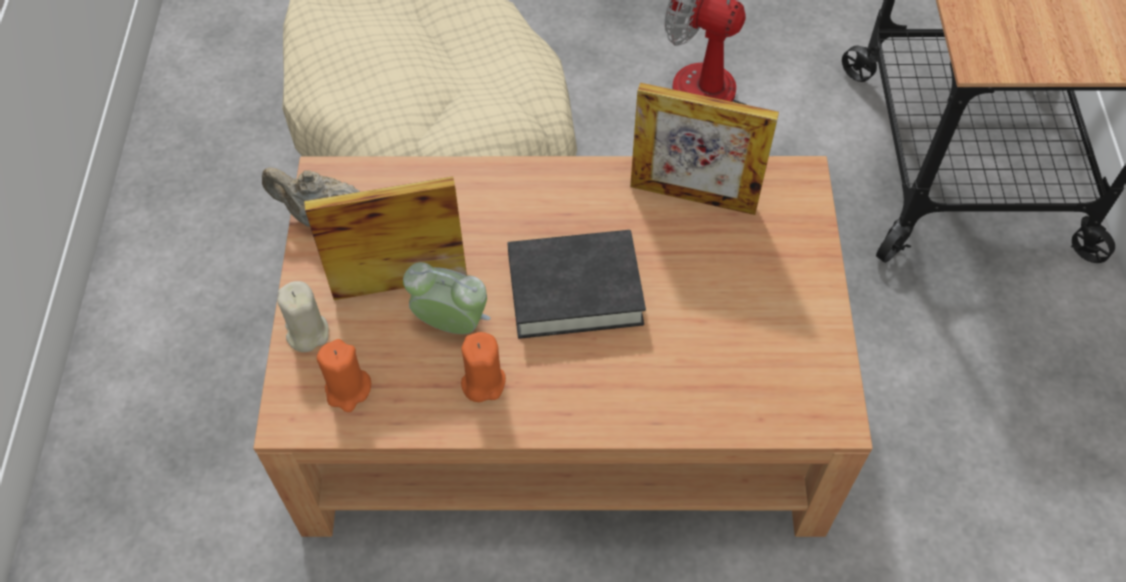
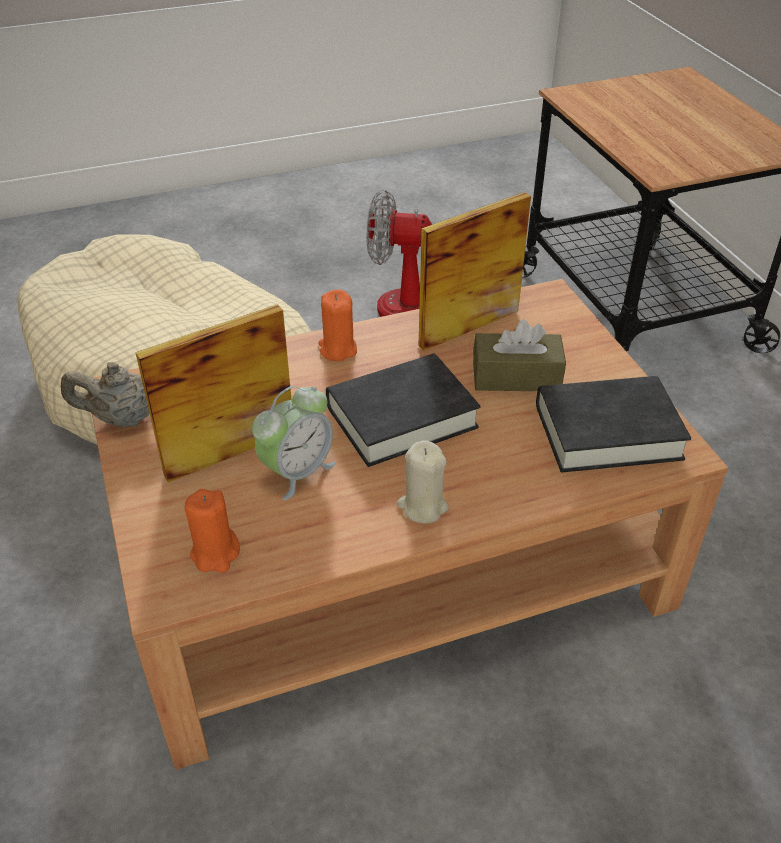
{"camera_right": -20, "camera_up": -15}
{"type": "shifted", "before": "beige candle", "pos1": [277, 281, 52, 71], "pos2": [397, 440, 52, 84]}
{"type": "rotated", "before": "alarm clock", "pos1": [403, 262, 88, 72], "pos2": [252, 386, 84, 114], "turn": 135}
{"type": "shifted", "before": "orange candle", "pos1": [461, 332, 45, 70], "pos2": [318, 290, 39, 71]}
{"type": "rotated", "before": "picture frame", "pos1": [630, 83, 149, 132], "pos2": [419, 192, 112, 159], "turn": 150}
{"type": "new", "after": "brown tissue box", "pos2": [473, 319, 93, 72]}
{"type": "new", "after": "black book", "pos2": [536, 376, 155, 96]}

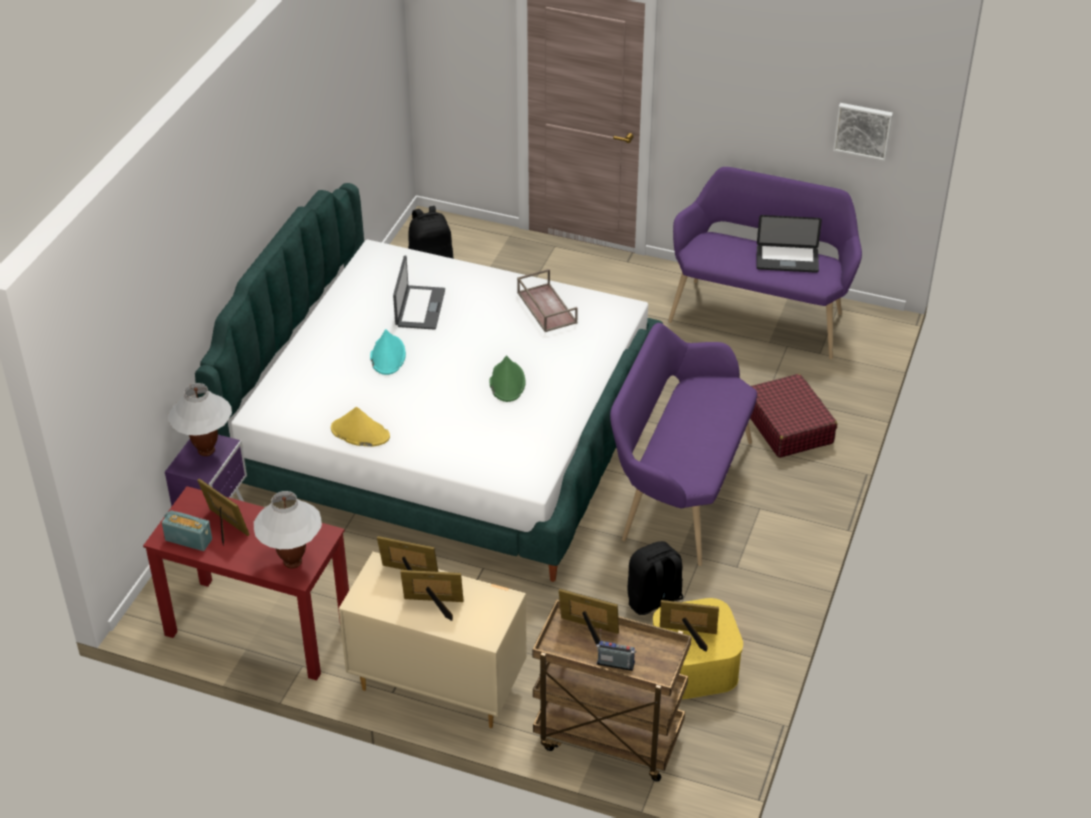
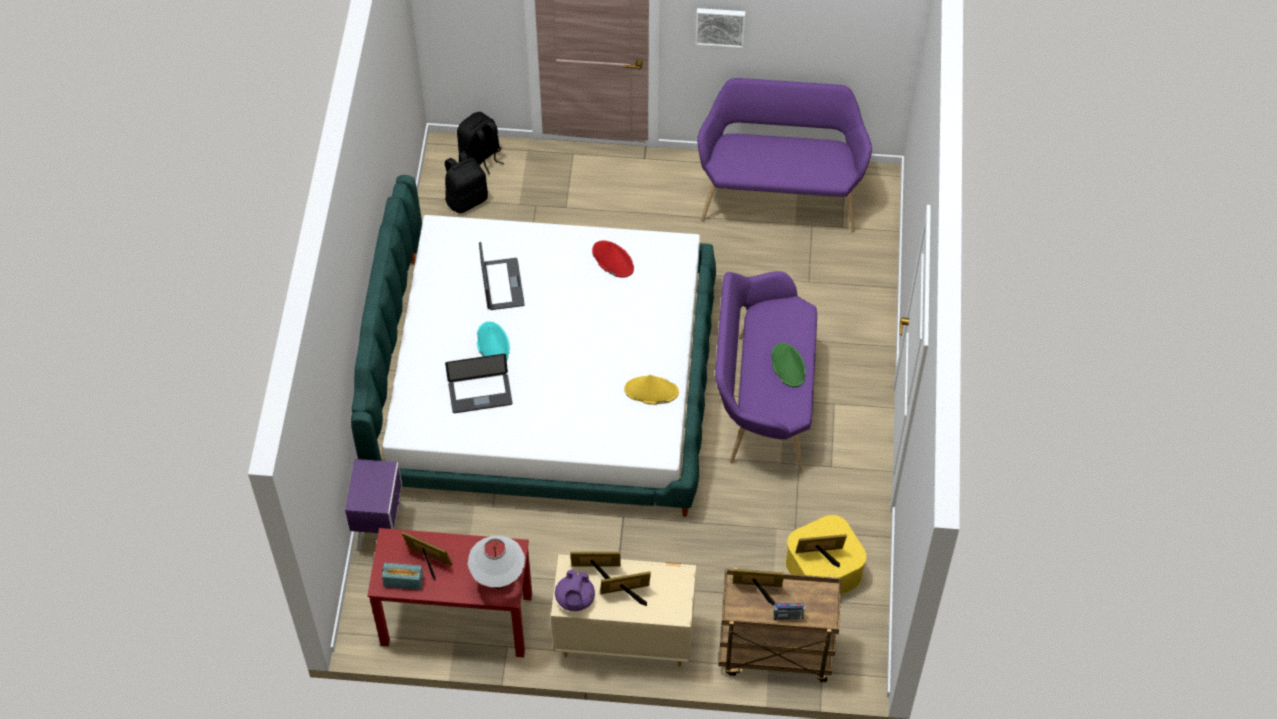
{"camera_right": -15, "camera_up": 15}
{"type": "gone", "before": "white table lamp", "pos1": [168, 383, 64, 73]}
{"type": "shifted", "before": "yellow hat", "pos1": [331, 407, 59, 40], "pos2": [624, 375, 55, 30]}
{"type": "shifted", "before": "green hat", "pos1": [490, 356, 36, 46], "pos2": [771, 343, 35, 44]}
{"type": "swapped", "before": "brown tray", "after": "red hat", "pos1": [517, 269, 61, 63], "pos2": [592, 240, 42, 37]}
{"type": "shifted", "before": "black backpack", "pos1": [627, 541, 56, 74], "pos2": [457, 112, 47, 62]}
{"type": "gone", "before": "red suitcase", "pos1": [750, 374, 87, 84]}
{"type": "shifted", "before": "laptop", "pos1": [757, 215, 65, 58], "pos2": [445, 354, 67, 59]}
{"type": "shifted", "before": "picture", "pos1": [833, 103, 60, 58], "pos2": [696, 8, 49, 40]}
{"type": "new", "after": "purple teapot", "pos2": [555, 570, 40, 41]}

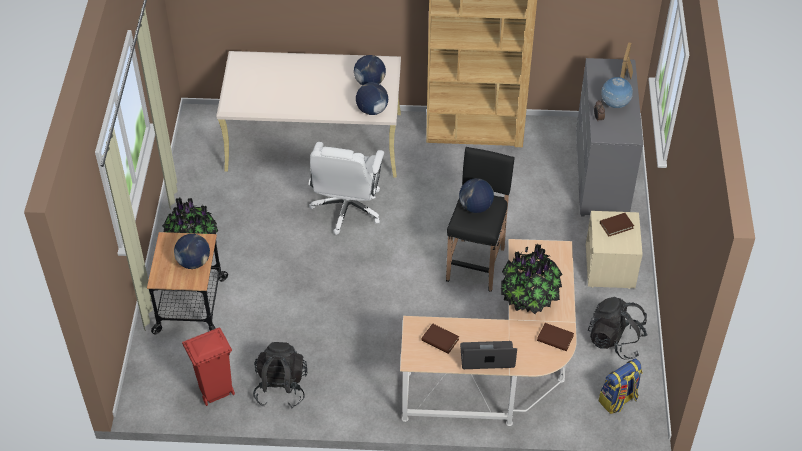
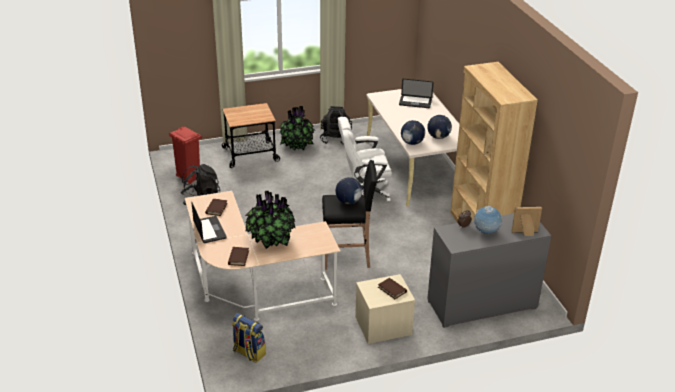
{"camera_right": 70, "camera_up": -15}
{"type": "gone", "before": "globe", "pos1": [174, 234, 36, 35]}
{"type": "shifted", "before": "black backpack", "pos1": [588, 297, 60, 63], "pos2": [320, 106, 32, 39]}
{"type": "new", "after": "laptop", "pos2": [399, 79, 35, 29]}

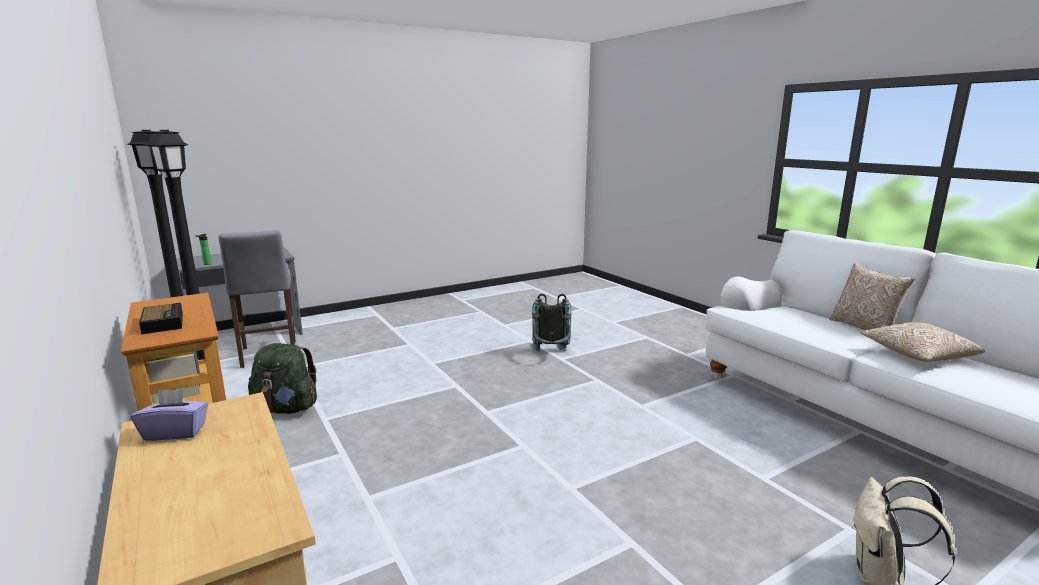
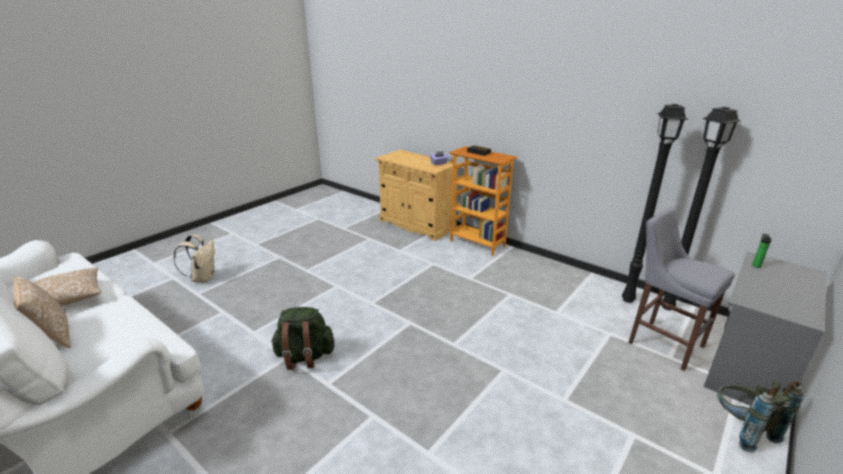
{"camera_right": 160, "camera_up": 10}
{"type": "shifted", "before": "green backpack", "pos1": [248, 343, 69, 71], "pos2": [271, 307, 64, 63]}
{"type": "shifted", "before": "grey backpack", "pos1": [530, 294, 41, 57], "pos2": [717, 380, 86, 72]}

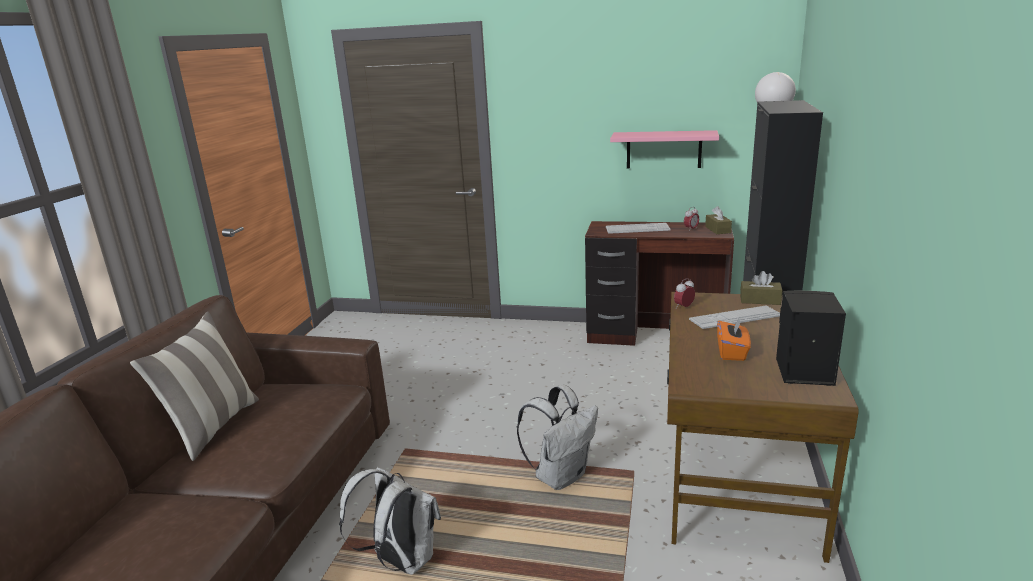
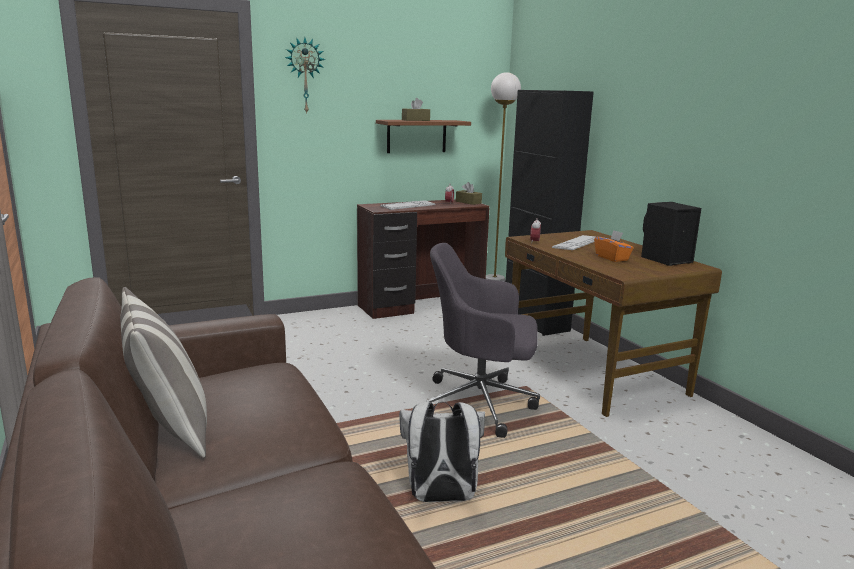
{"camera_right": -40, "camera_up": -5}
{"type": "swapped", "before": "white backpack", "after": "grey office chair", "pos1": [517, 385, 81, 105], "pos2": [426, 243, 114, 195]}
{"type": "repainted", "before": "pink shelf", "after": "brown shelf", "pos1": [610, 130, 109, 39], "pos2": [376, 120, 95, 33]}
{"type": "shifted", "before": "brown tissue box", "pos1": [740, 271, 42, 34], "pos2": [402, 98, 28, 23]}
{"type": "new", "after": "wall clock", "pos2": [285, 37, 40, 77]}

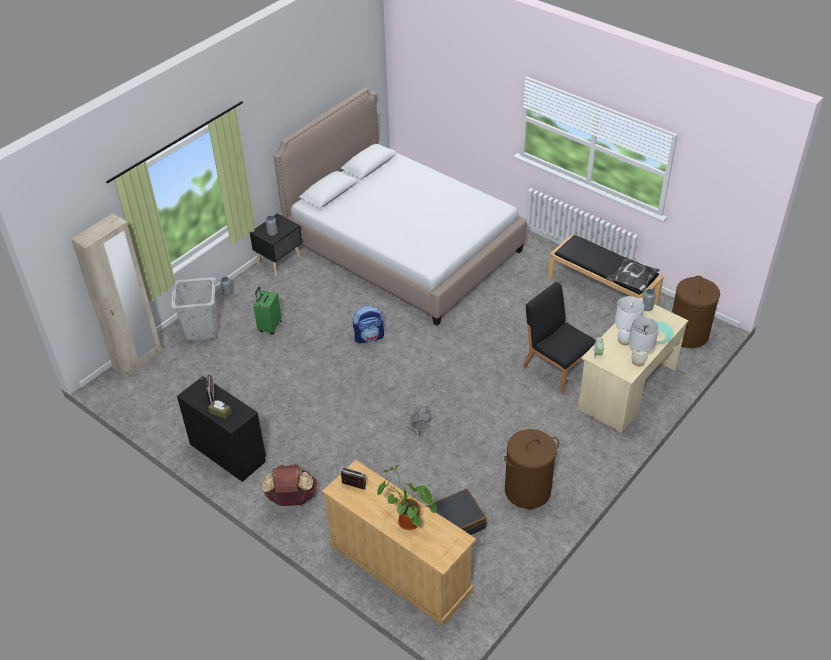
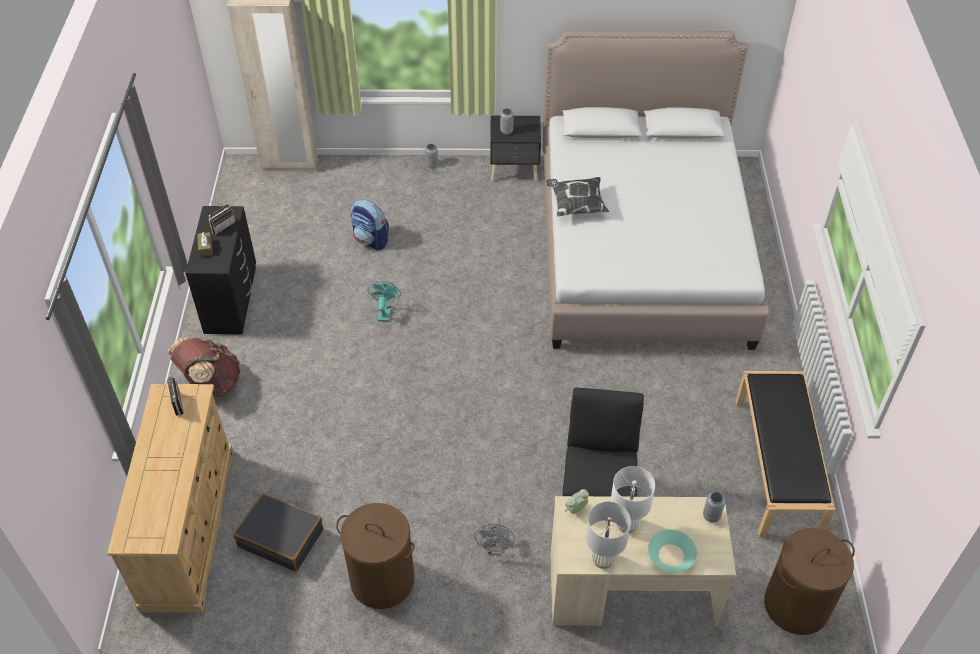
{"camera_right": 50, "camera_up": 5}
{"type": "gone", "before": "grey laundry basket", "pos1": [171, 277, 47, 64]}
{"type": "gone", "before": "green suitcase", "pos1": [253, 287, 29, 48]}
{"type": "shifted", "before": "backpack", "pos1": [353, 305, 31, 38], "pos2": [351, 200, 38, 50]}
{"type": "gone", "before": "potted plant", "pos1": [377, 465, 60, 65]}
{"type": "shifted", "before": "grey fan", "pos1": [407, 406, 24, 30], "pos2": [475, 516, 40, 40]}
{"type": "shifted", "before": "pillow", "pos1": [606, 257, 54, 35], "pos2": [546, 177, 63, 40]}
{"type": "new", "after": "turquoise fan", "pos2": [368, 281, 33, 41]}

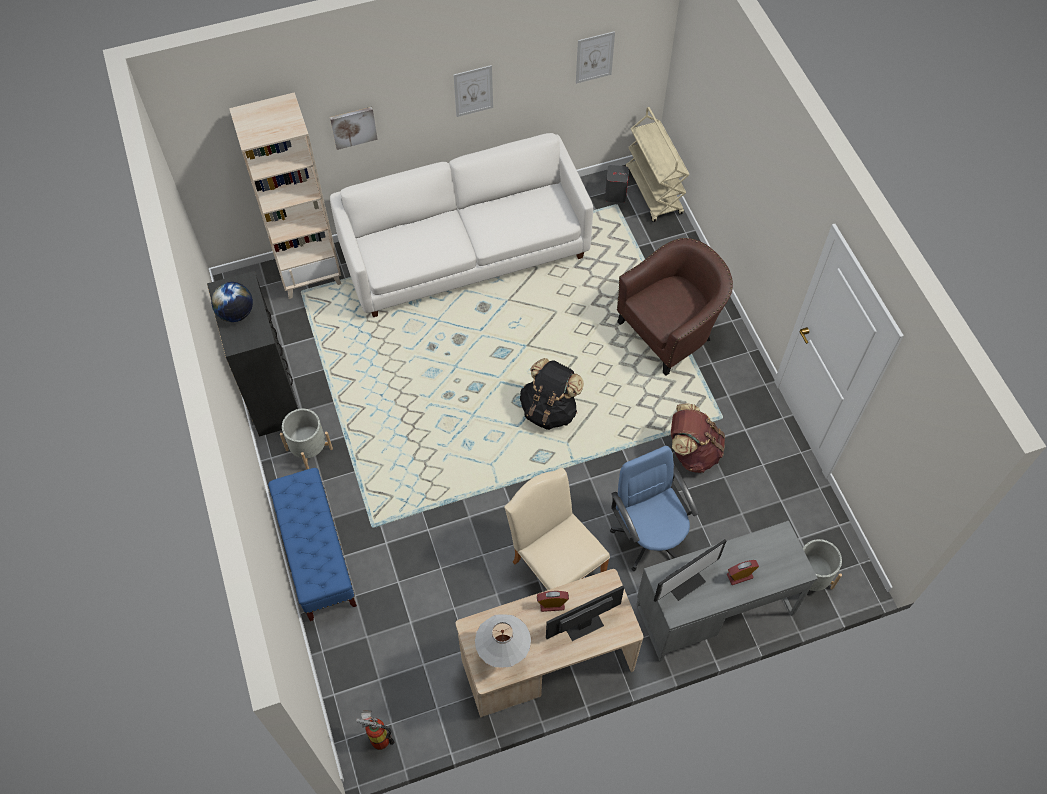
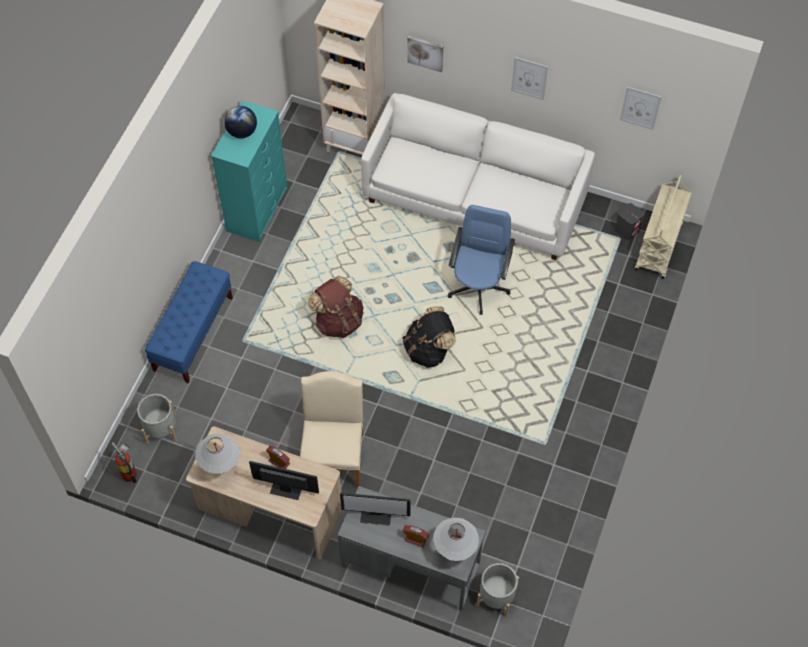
{"camera_right": 40, "camera_up": 0}
{"type": "repainted", "before": "black dresser", "after": "turquoise dresser", "pos1": [207, 271, 91, 166], "pos2": [211, 100, 77, 142]}
{"type": "shifted", "before": "grey planter", "pos1": [280, 409, 53, 61], "pos2": [137, 394, 40, 50]}
{"type": "shifted", "before": "blue office chair", "pos1": [610, 446, 89, 125], "pos2": [448, 205, 67, 110]}
{"type": "gone", "before": "brown armchair", "pos1": [617, 238, 116, 138]}
{"type": "shifted", "before": "brown backpack", "pos1": [671, 403, 54, 70], "pos2": [308, 276, 56, 62]}
{"type": "new", "after": "white table lamp", "pos2": [433, 517, 46, 44]}

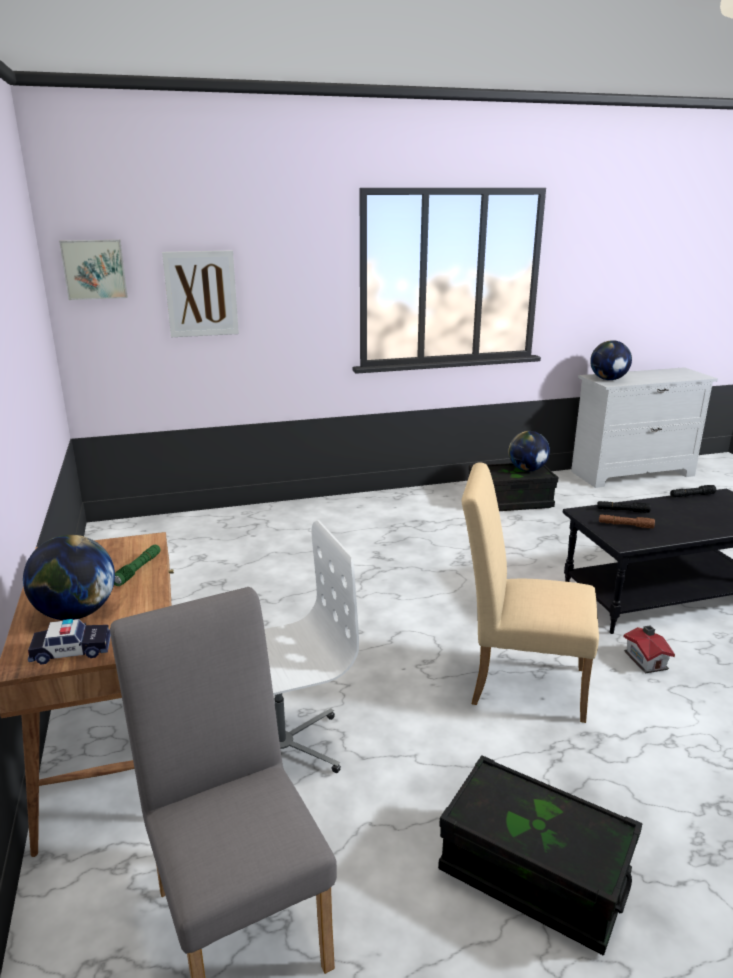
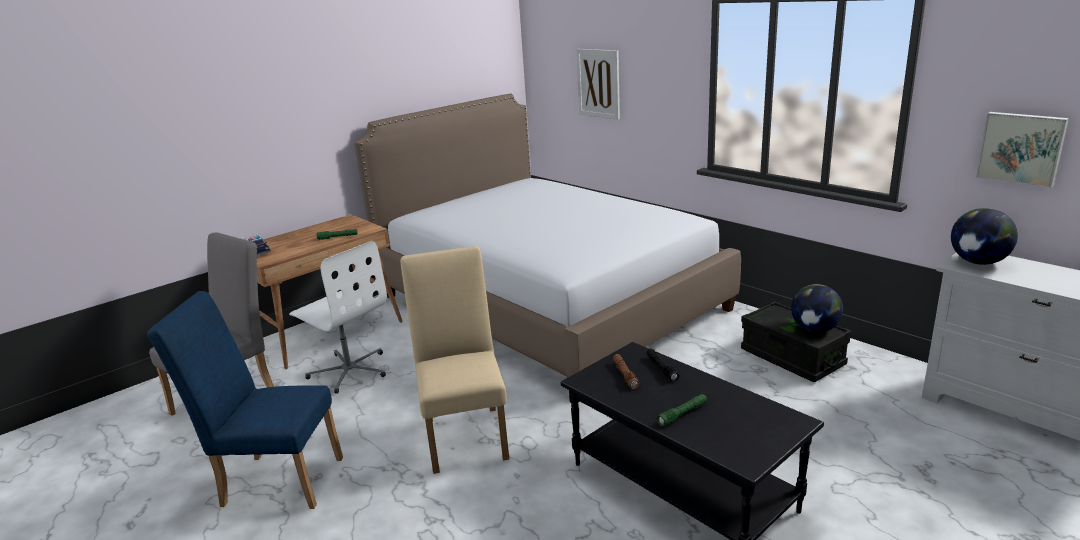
{"camera_right": 65, "camera_up": 0}
{"type": "gone", "before": "globe", "pos1": [23, 535, 92, 85]}
{"type": "shifted", "before": "picture", "pos1": [59, 240, 69, 60], "pos2": [976, 112, 93, 76]}
{"type": "swapped", "before": "black storage box", "after": "blue chair", "pos1": [438, 755, 204, 200], "pos2": [147, 291, 196, 218]}
{"type": "gone", "before": "toy house", "pos1": [623, 625, 52, 49]}
{"type": "gone", "before": "black flashlight", "pos1": [670, 485, 46, 12]}
{"type": "new", "after": "bed", "pos2": [354, 93, 387, 285]}
{"type": "new", "after": "green flashlight", "pos2": [657, 394, 50, 32]}

